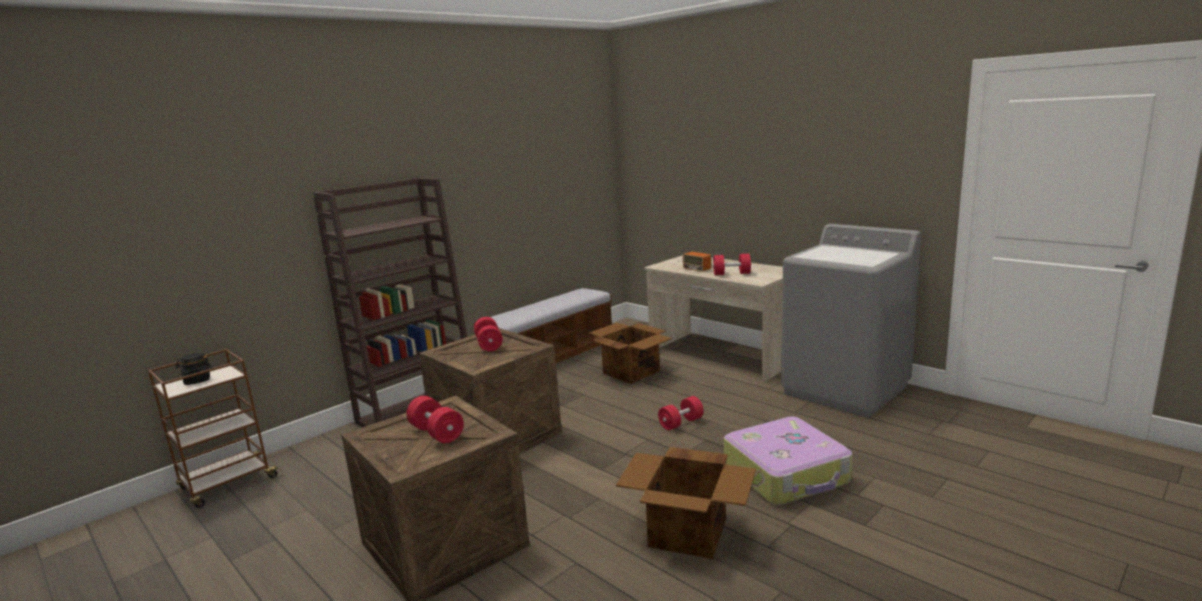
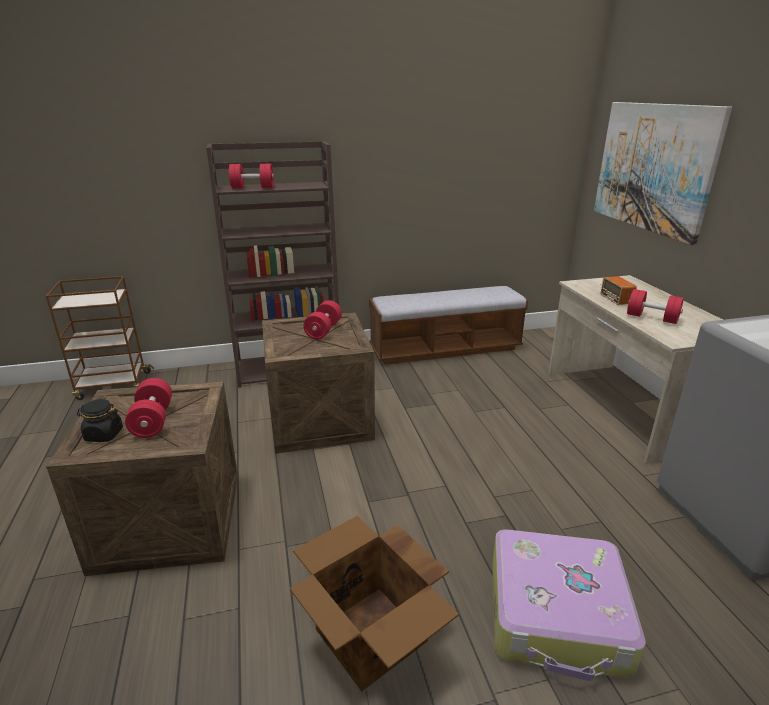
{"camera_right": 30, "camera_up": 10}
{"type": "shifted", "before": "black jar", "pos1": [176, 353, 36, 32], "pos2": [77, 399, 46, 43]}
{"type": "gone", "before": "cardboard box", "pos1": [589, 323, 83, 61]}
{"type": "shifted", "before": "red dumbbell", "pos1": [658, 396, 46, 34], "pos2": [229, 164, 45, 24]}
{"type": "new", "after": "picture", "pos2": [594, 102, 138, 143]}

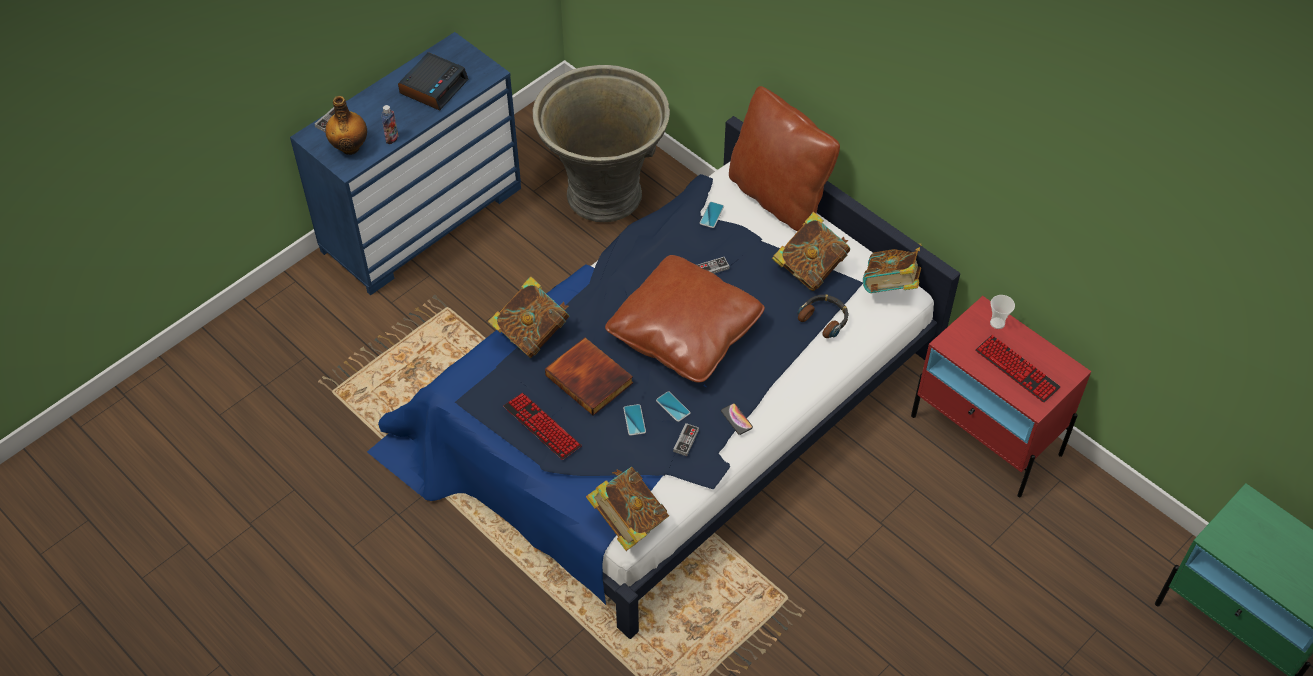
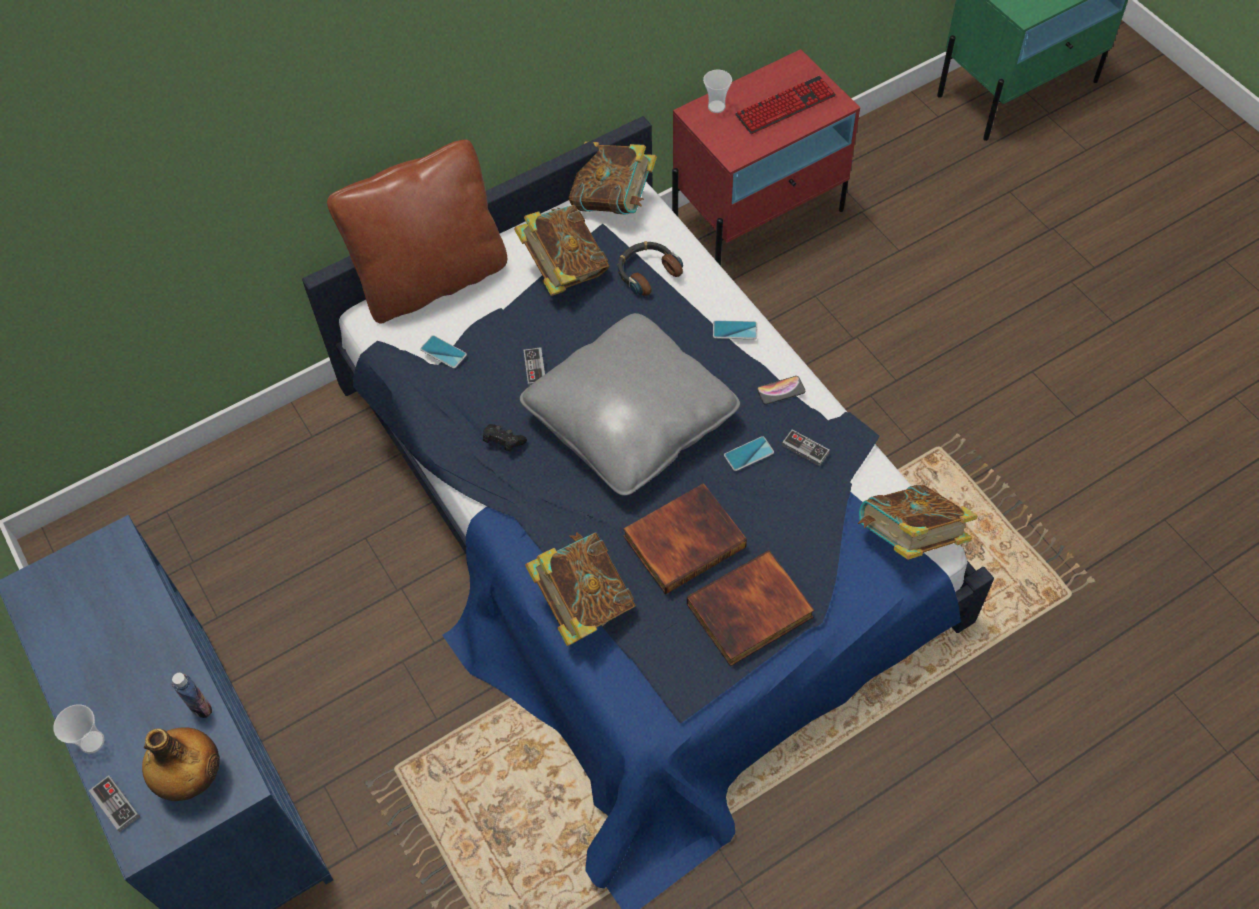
{"camera_right": -75, "camera_up": 5}
{"type": "gone", "before": "alarm clock", "pos1": [398, 52, 71, 59]}
{"type": "swapped", "before": "keyboard", "after": "book", "pos1": [503, 393, 79, 67], "pos2": [687, 550, 127, 116]}
{"type": "gone", "before": "grey planter", "pos1": [533, 65, 137, 157]}
{"type": "repainted", "before": "brown pillow", "after": "grey pillow", "pos1": [605, 255, 160, 128], "pos2": [520, 313, 220, 182]}
{"type": "shifted", "before": "phone", "pos1": [623, 404, 23, 32], "pos2": [713, 320, 44, 19]}
{"type": "new", "after": "cup", "pos2": [53, 704, 51, 50]}
{"type": "new", "after": "black game controller", "pos2": [483, 424, 44, 27]}

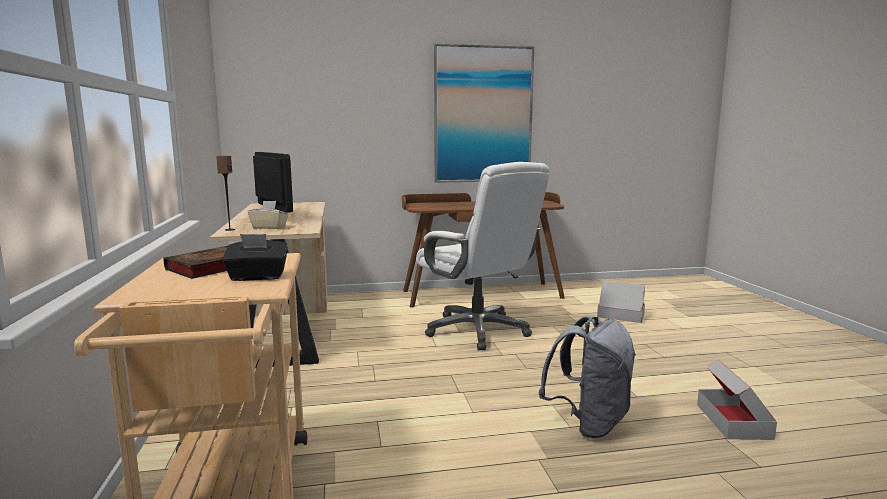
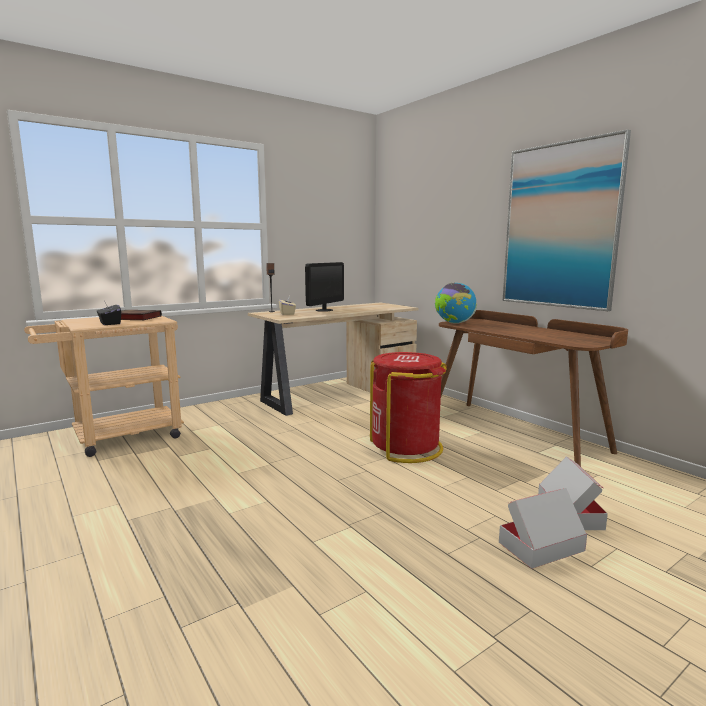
{"camera_right": 65, "camera_up": 0}
{"type": "swapped", "before": "white office chair", "after": "red trash can", "pos1": [416, 162, 133, 188], "pos2": [370, 352, 77, 111]}
{"type": "gone", "before": "grey backpack", "pos1": [538, 317, 98, 121]}
{"type": "shifted", "before": "cardboard box", "pos1": [697, 360, 80, 80], "pos2": [499, 488, 88, 81]}
{"type": "new", "after": "globe", "pos2": [435, 283, 42, 41]}

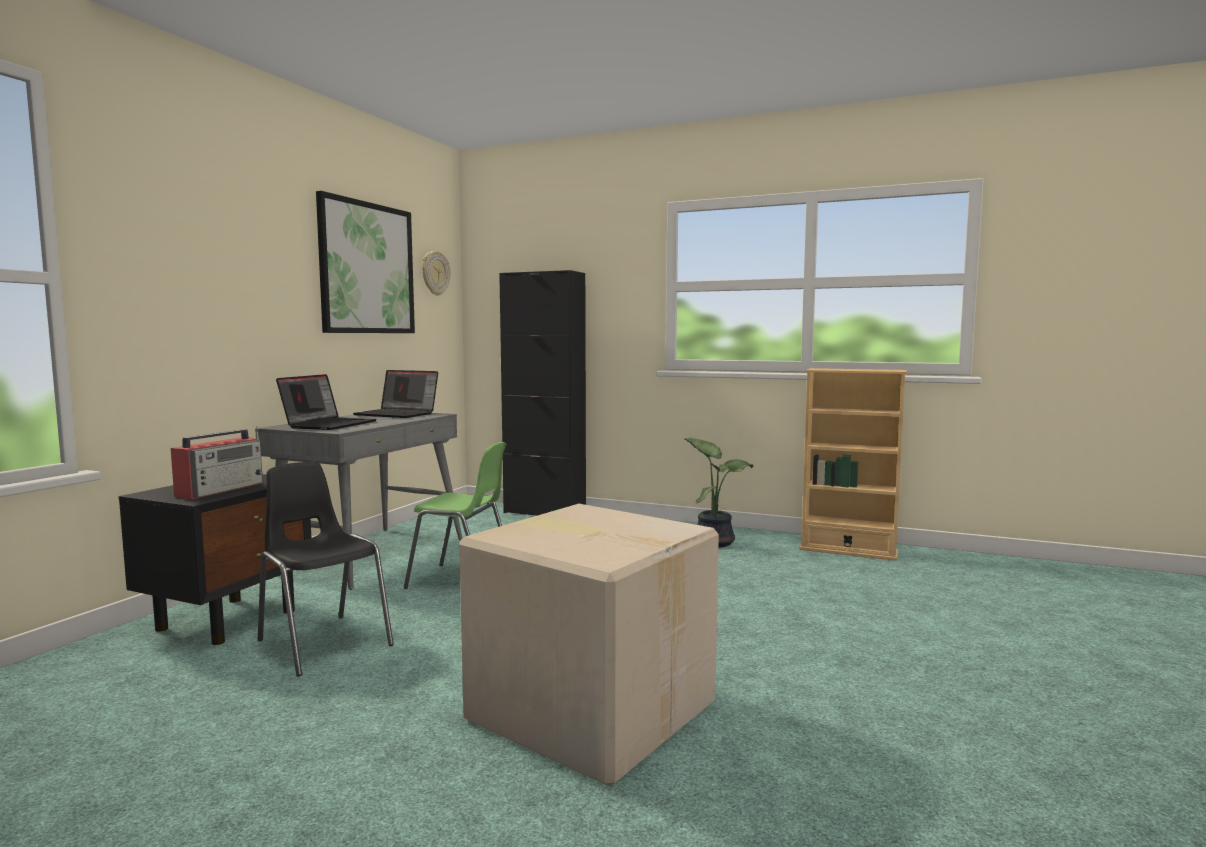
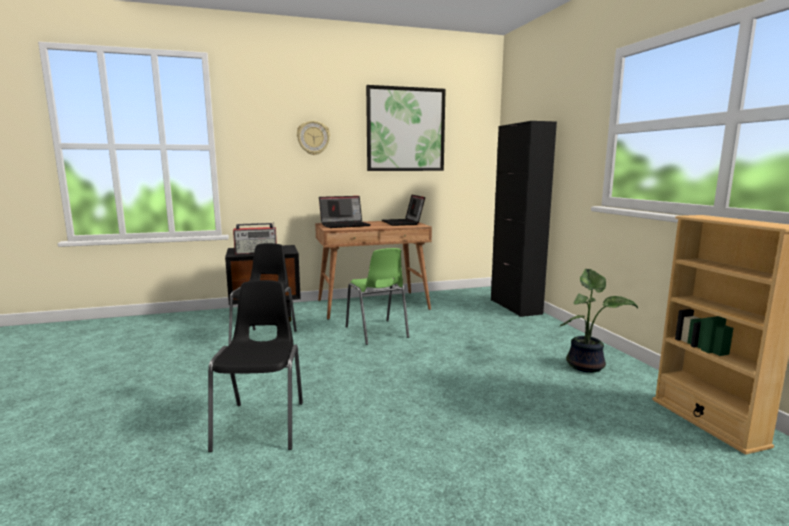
{"camera_right": 50, "camera_up": 5}
{"type": "repainted", "before": "grey desk", "after": "brown desk", "pos1": [255, 413, 208, 177], "pos2": [315, 221, 117, 99]}
{"type": "shifted", "before": "wall clock", "pos1": [422, 251, 28, 45], "pos2": [297, 121, 33, 34]}
{"type": "swapped", "before": "cardboard box", "after": "black chair", "pos1": [459, 504, 260, 283], "pos2": [208, 280, 95, 172]}

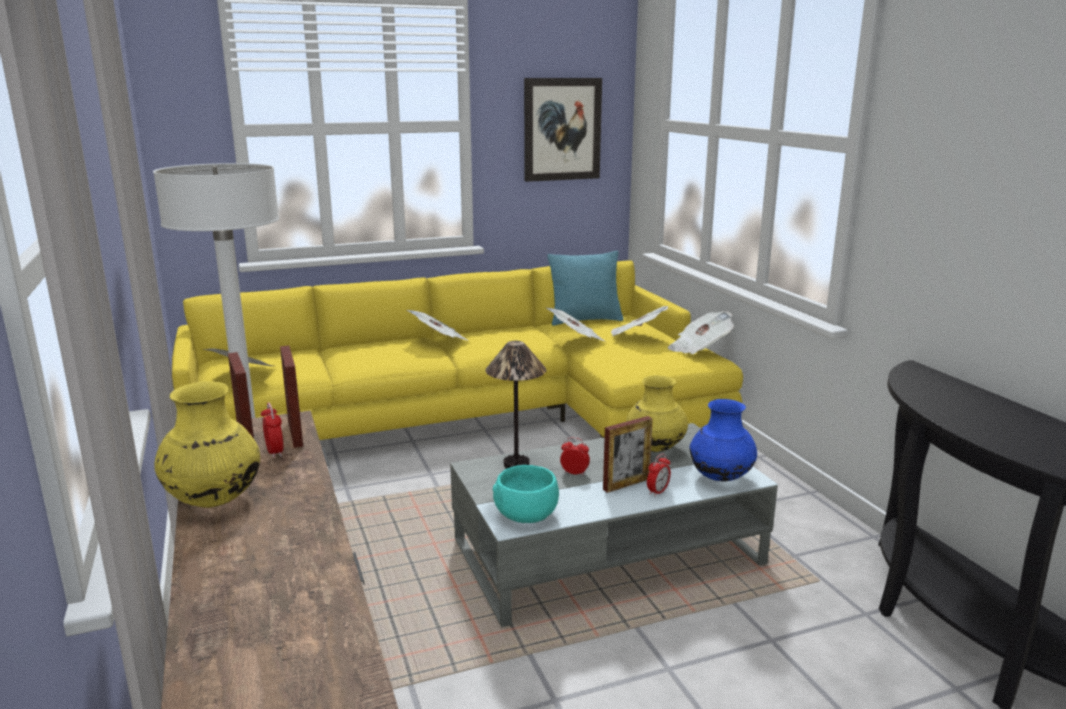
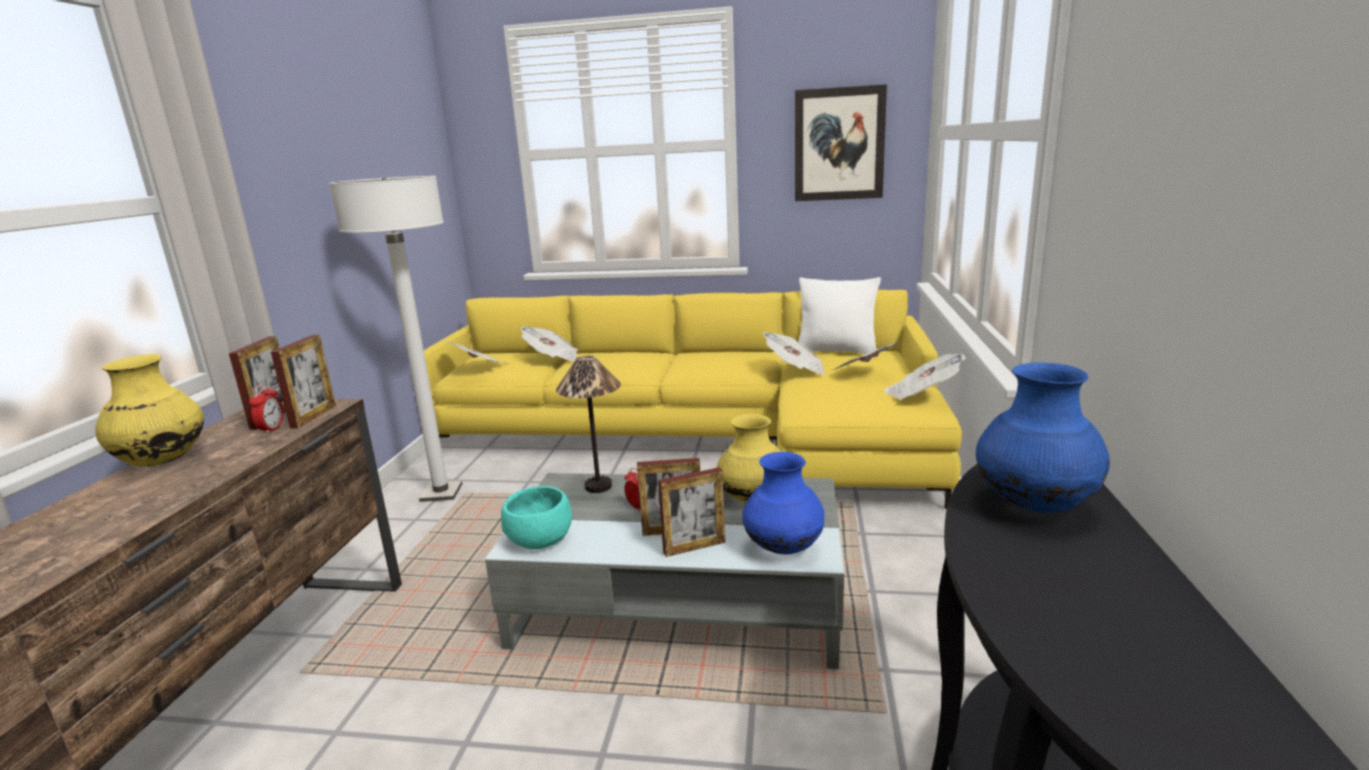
{"camera_right": 30, "camera_up": 0}
{"type": "shifted", "before": "newspaper", "pos1": [407, 310, 61, 30], "pos2": [521, 327, 57, 35]}
{"type": "repainted", "before": "turquoise pillow", "after": "white pillow", "pos1": [547, 251, 77, 75], "pos2": [798, 277, 83, 77]}
{"type": "swapped", "before": "alarm clock", "after": "picture frame", "pos1": [647, 454, 24, 42], "pos2": [658, 467, 67, 90]}
{"type": "new", "after": "blue vase", "pos2": [976, 362, 134, 151]}

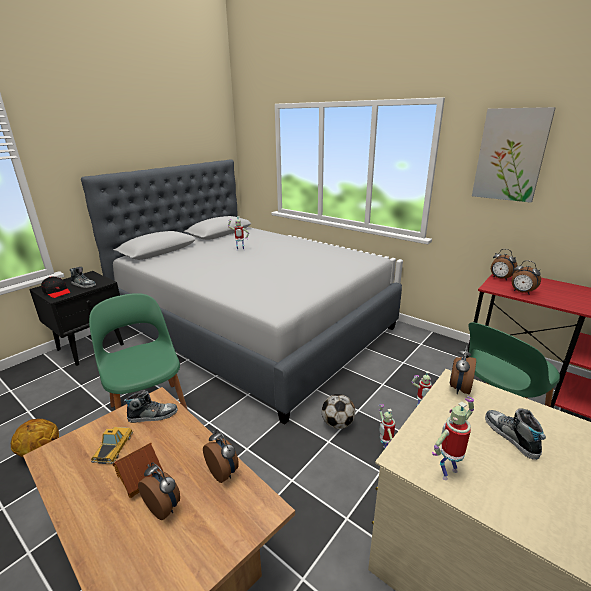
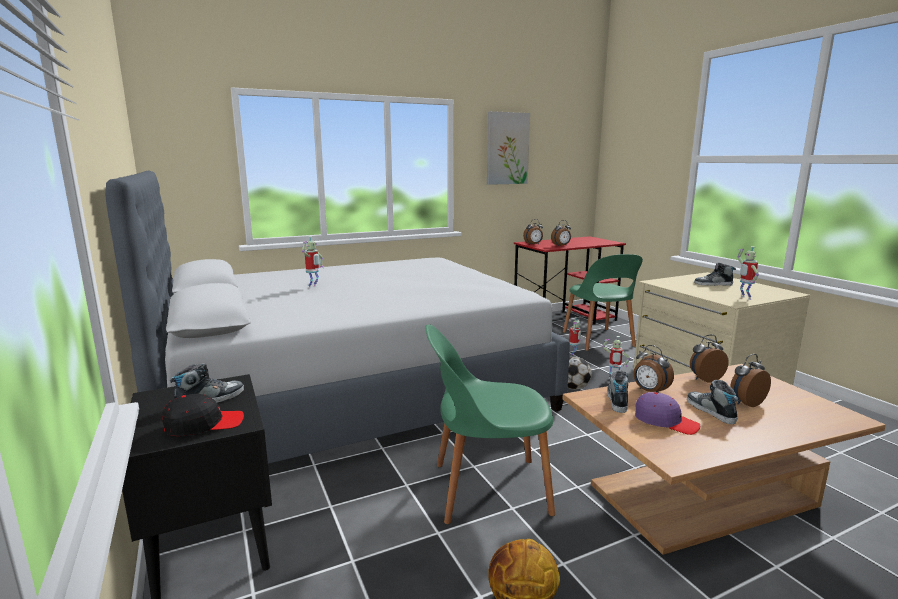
{"camera_right": -65, "camera_up": -10}
{"type": "swapped", "before": "toy car", "after": "purple cap", "pos1": [91, 427, 42, 37], "pos2": [635, 392, 65, 43]}
{"type": "swapped", "before": "toy house", "after": "shoe", "pos1": [112, 443, 51, 55], "pos2": [687, 380, 51, 44]}
{"type": "shifted", "before": "alarm clock", "pos1": [450, 346, 26, 48], "pos2": [634, 345, 40, 48]}

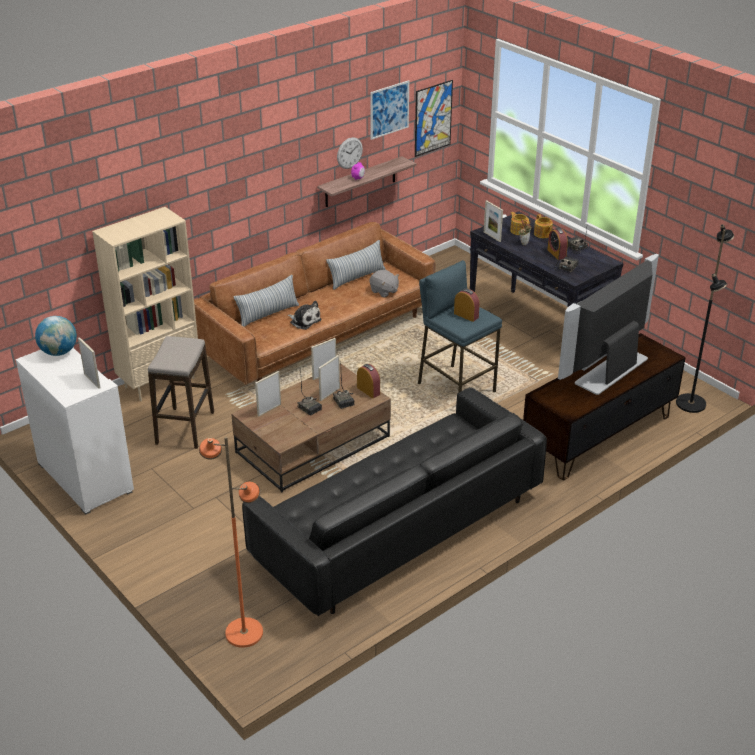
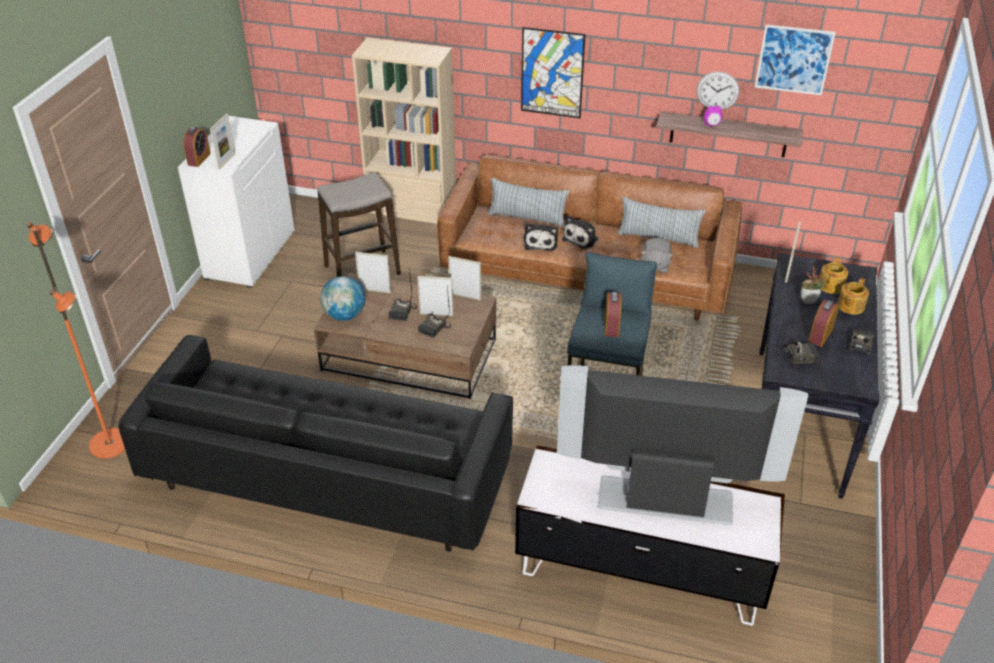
{"camera_right": 55, "camera_up": 5}
{"type": "shifted", "before": "globe", "pos1": [35, 316, 42, 40], "pos2": [320, 276, 45, 45]}
{"type": "shifted", "before": "alarm clock", "pos1": [357, 364, 23, 34], "pos2": [184, 127, 27, 40]}
{"type": "shifted", "before": "picture", "pos1": [415, 80, 38, 77], "pos2": [521, 27, 65, 91]}
{"type": "repainted", "before": "brown tv stand", "after": "white tv stand", "pos1": [523, 333, 163, 147], "pos2": [515, 445, 270, 181]}
{"type": "gone", "before": "black floor lamp", "pos1": [676, 224, 58, 189]}
{"type": "new", "after": "plush toy", "pos2": [562, 215, 37, 34]}

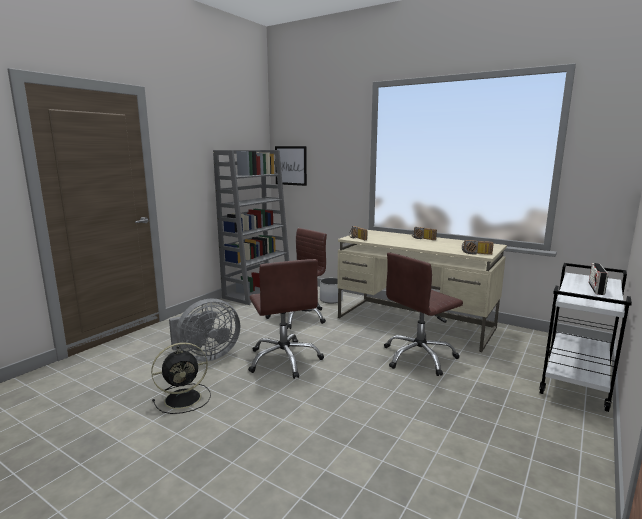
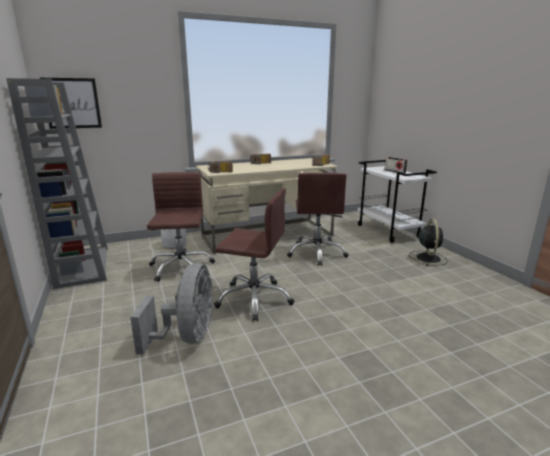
{"camera_right": -55, "camera_up": 5}
{"type": "shifted", "before": "black fan", "pos1": [151, 342, 60, 72], "pos2": [409, 219, 39, 47]}

